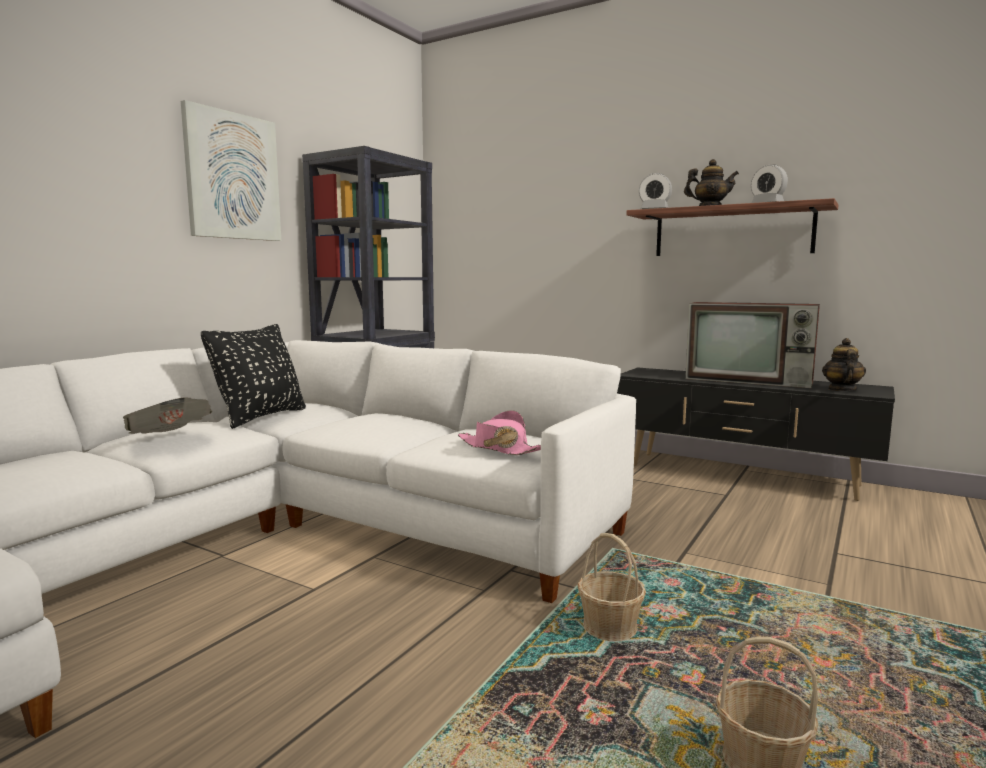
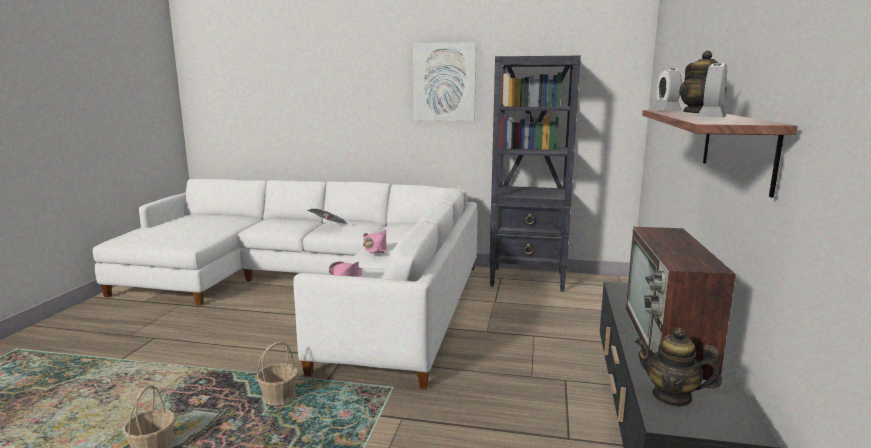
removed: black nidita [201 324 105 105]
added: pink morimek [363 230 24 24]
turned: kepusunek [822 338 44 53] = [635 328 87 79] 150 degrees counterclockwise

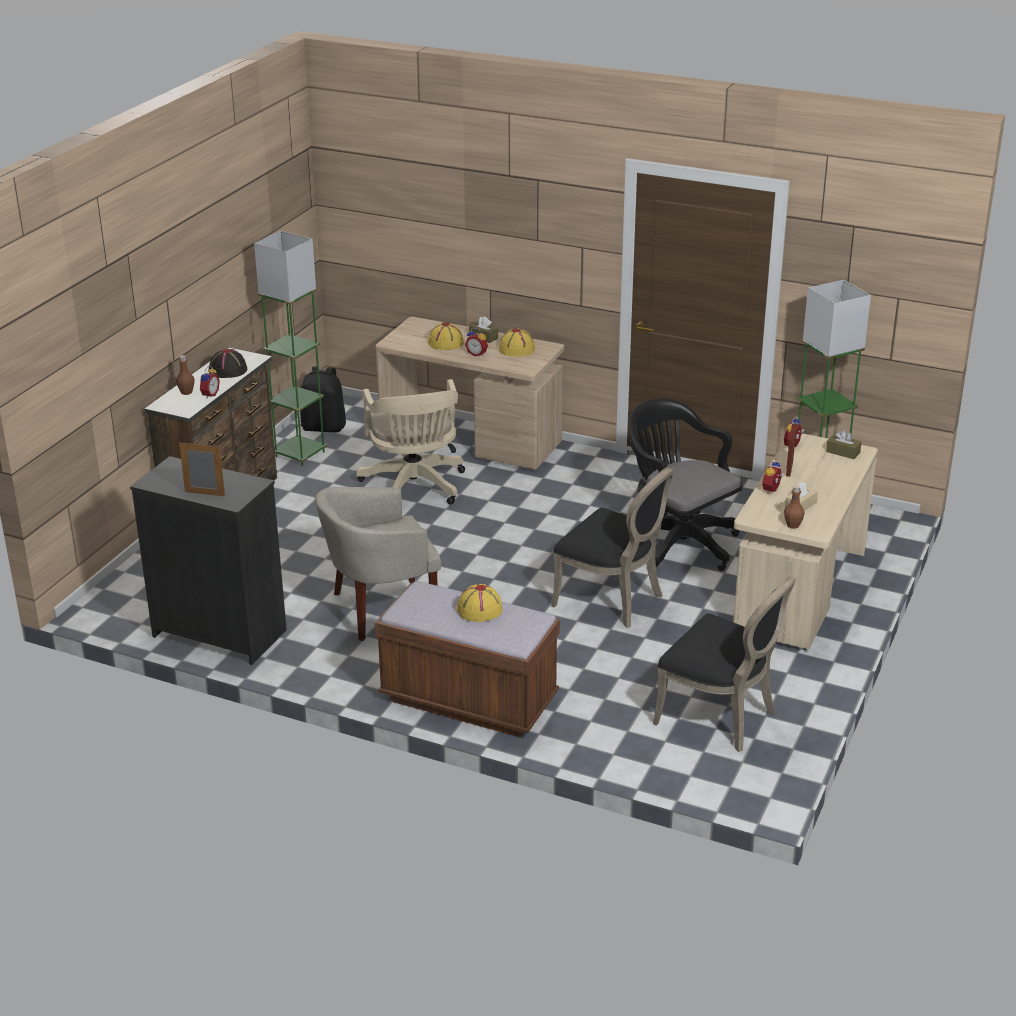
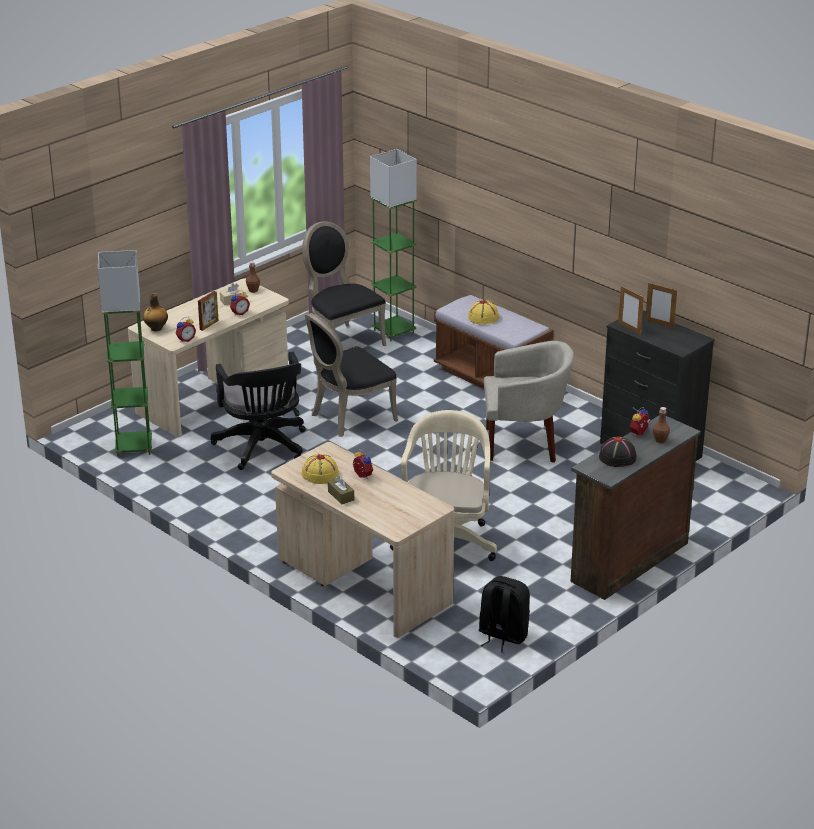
removed: yellow morimek [428 322 36 28]
added: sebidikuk [618 286 26 49]
moved: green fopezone [254 231 73 235] to [370 149 47 192]
replaced: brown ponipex [826 430 36 29] to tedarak [143 293 25 38]
turned: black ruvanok [551 467 124 161] = [305 313 93 124] 90 degrees counterclockwise

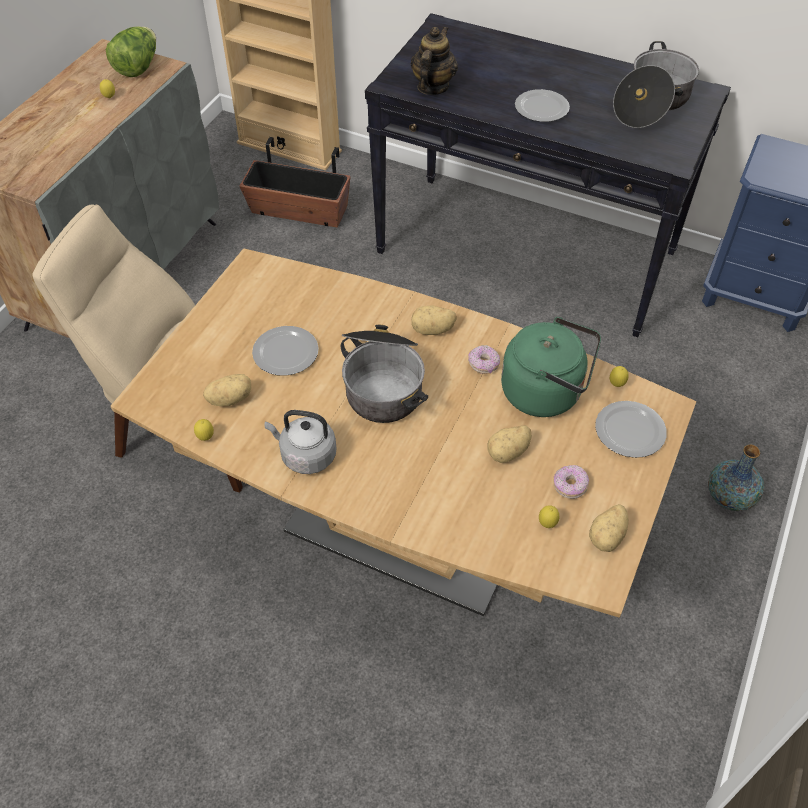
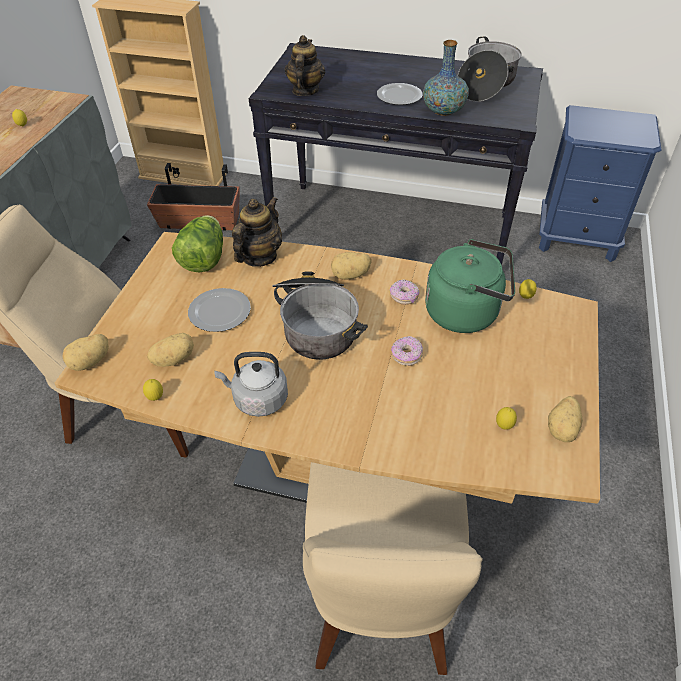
removed: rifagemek [595 401 72 57]
added: kepusunek [232 197 50 70]; beige ruvanok [303 462 180 213]
moved: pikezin [106 26 50 51] to [172 215 51 57]; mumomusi [487 426 45 37] to [62 334 47 37]; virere [553 465 36 34] to [391 336 32 30]; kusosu [708 444 56 67] to [423 40 46 76]

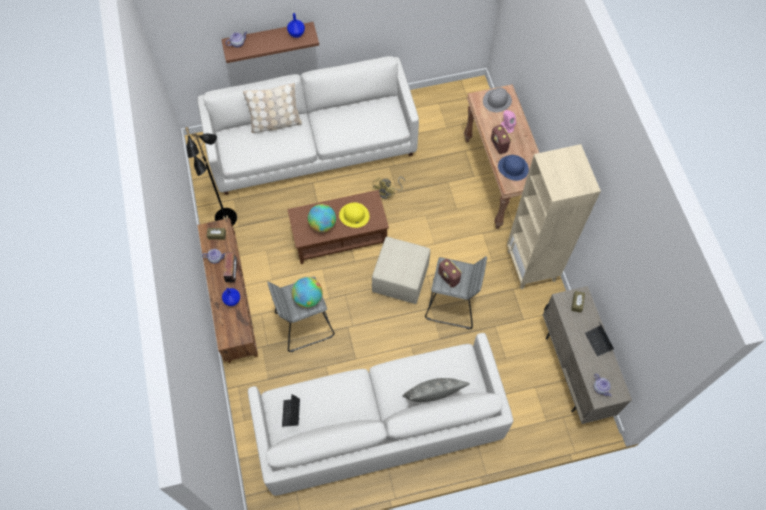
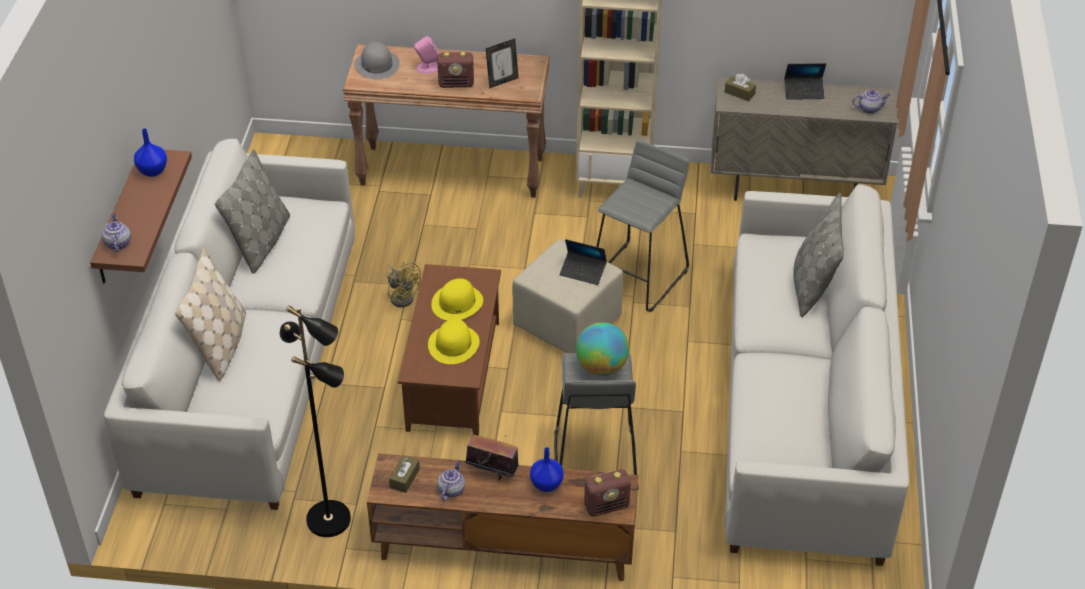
added: grey nidita [215 149 75 125]
moved: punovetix [282 394 18 33] to [560 239 47 46]; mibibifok [438 259 24 29] to [584 469 47 48]
replaced: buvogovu [308 204 28 28] to yellow morimek [428 319 52 45]; blue morimek [498 155 31 26] to sebidikuk [486 39 32 49]

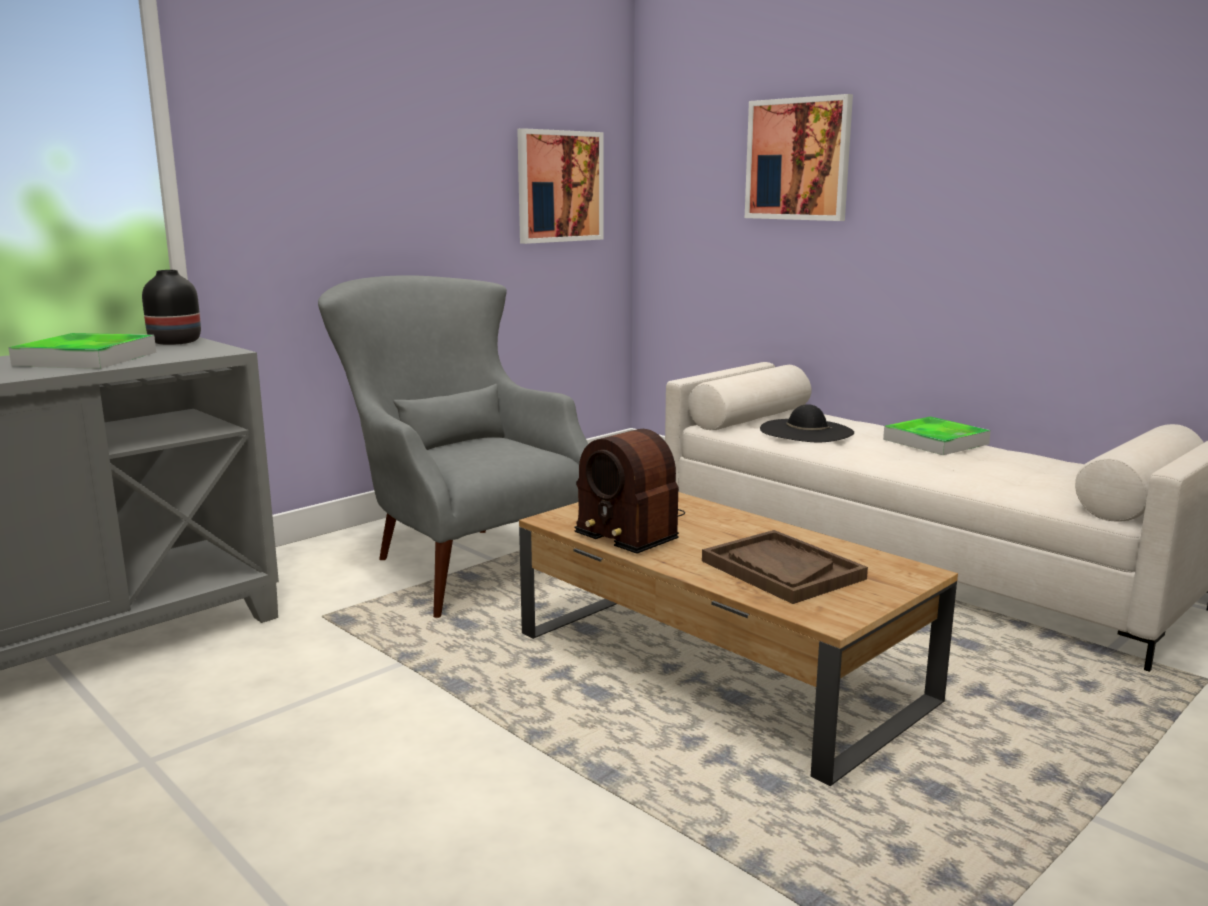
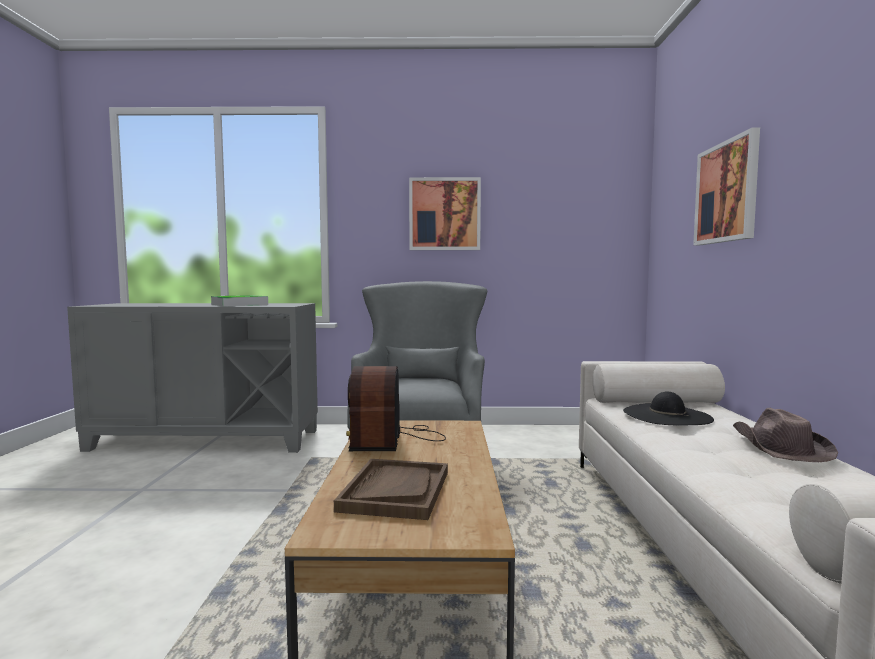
removed: black kusosu [142 270 59 75]
moved: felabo [517 128 87 116] to [409 177 72 73]
replaced: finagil [883 417 108 38] to brown morimek [733 408 105 54]

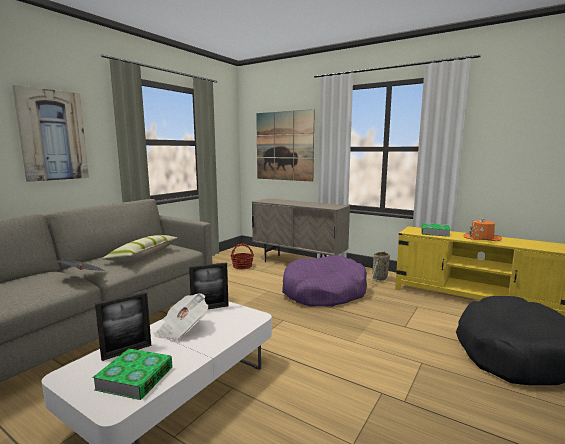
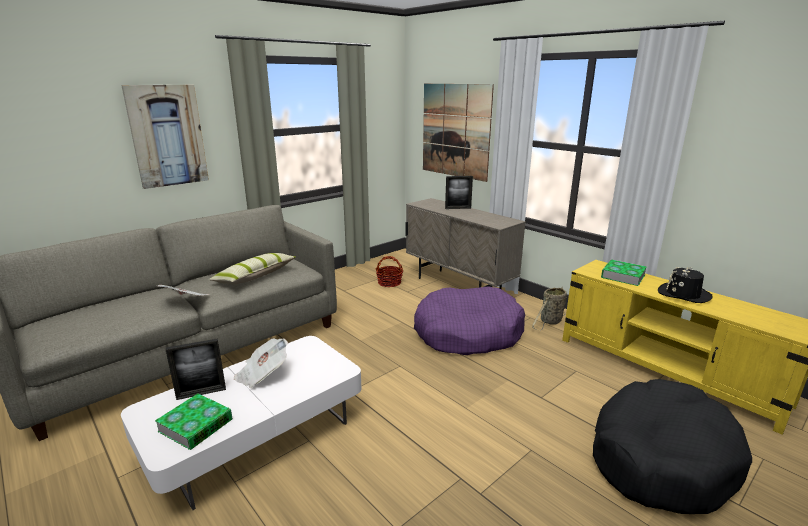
moved: sebidikuk [189 263 40 46] to [445 176 28 33]
recoloured: orange morimek [463 218 39 23] to black morimek [658 267 54 36]

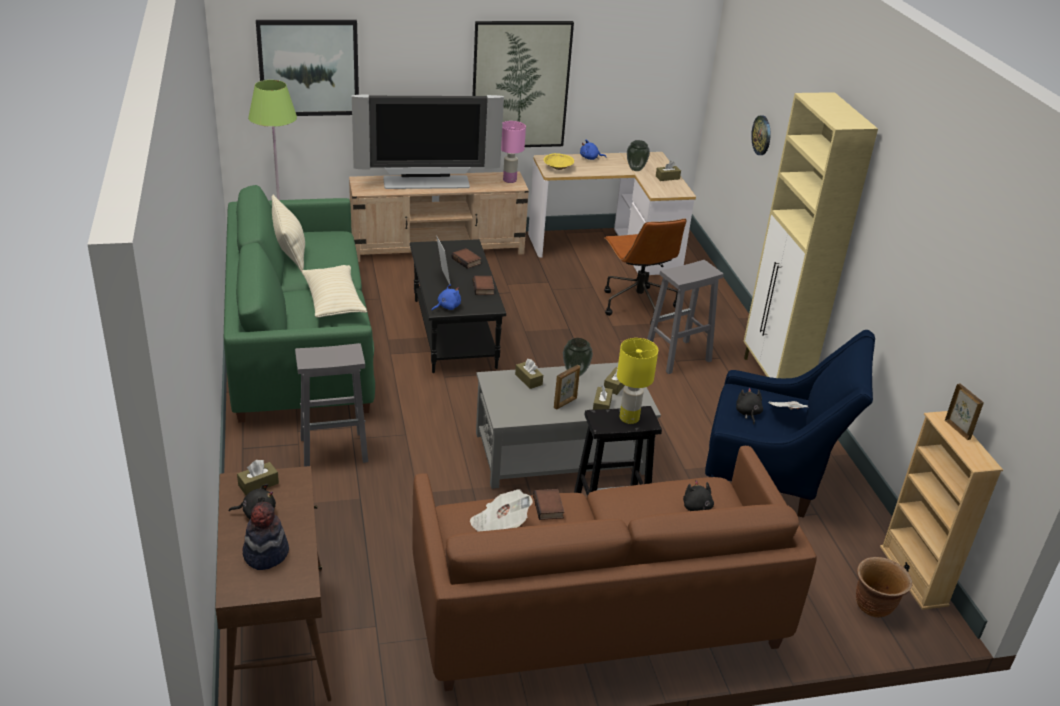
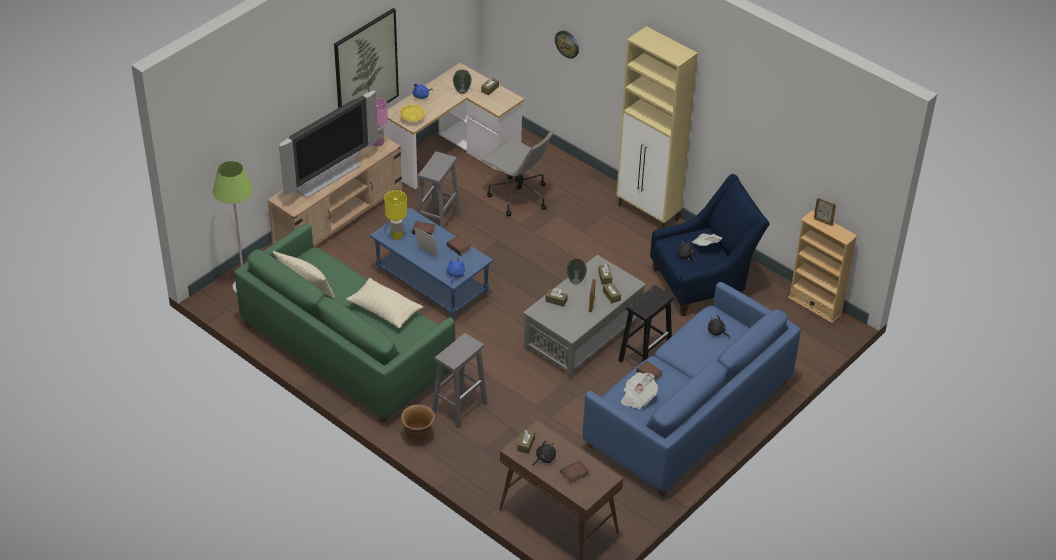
removed: felabo [256 20 103 96]
moved: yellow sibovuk [617 338 41 86] to [384 190 23 50]; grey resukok [647 260 76 114] to [417 151 44 78]; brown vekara [856 557 56 61] to [401 404 34 38]
replaced: morimek [242 502 47 68] to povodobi [561 461 28 23]
recoloured: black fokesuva [410 239 96 134] to blue fokesuva [370 207 123 114]; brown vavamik [412 446 405 245] to blue vavamik [582 282 219 215]; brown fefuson [604 219 83 105] to grey fefuson [481 131 72 85]

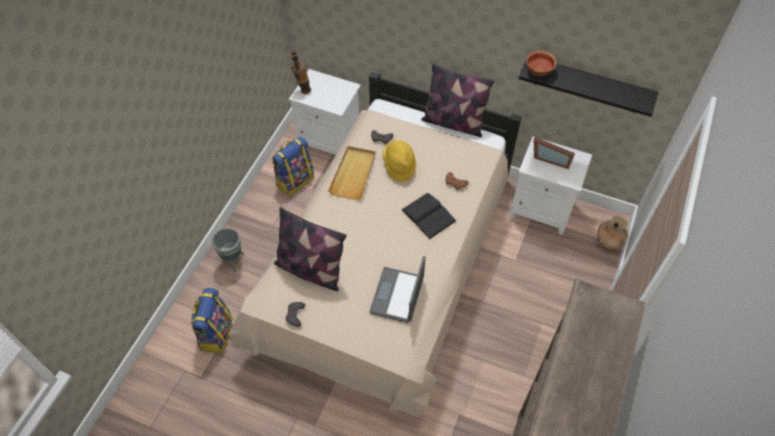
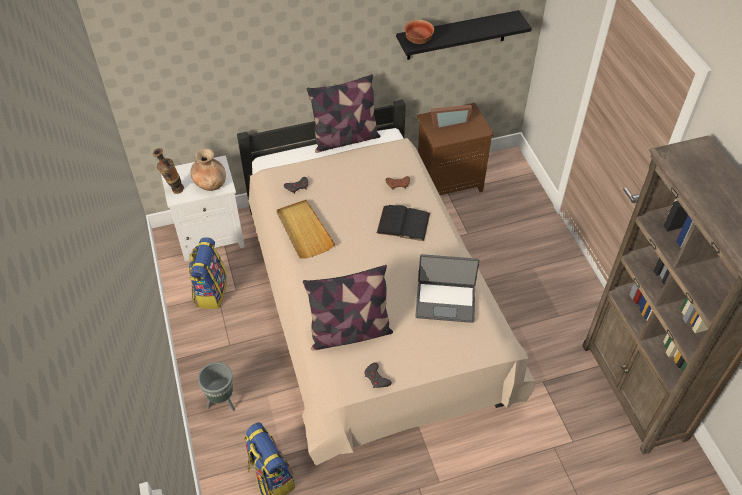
removed: yellow morimek [382 140 34 42]
moved: brown kusosu [597 216 31 34] to [190 149 36 42]
recoloured: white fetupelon [509 137 83 98] to brown fetupelon [417 103 77 92]
turned: punovetix [370 256 55 67] = [415 254 65 69] 60 degrees counterclockwise

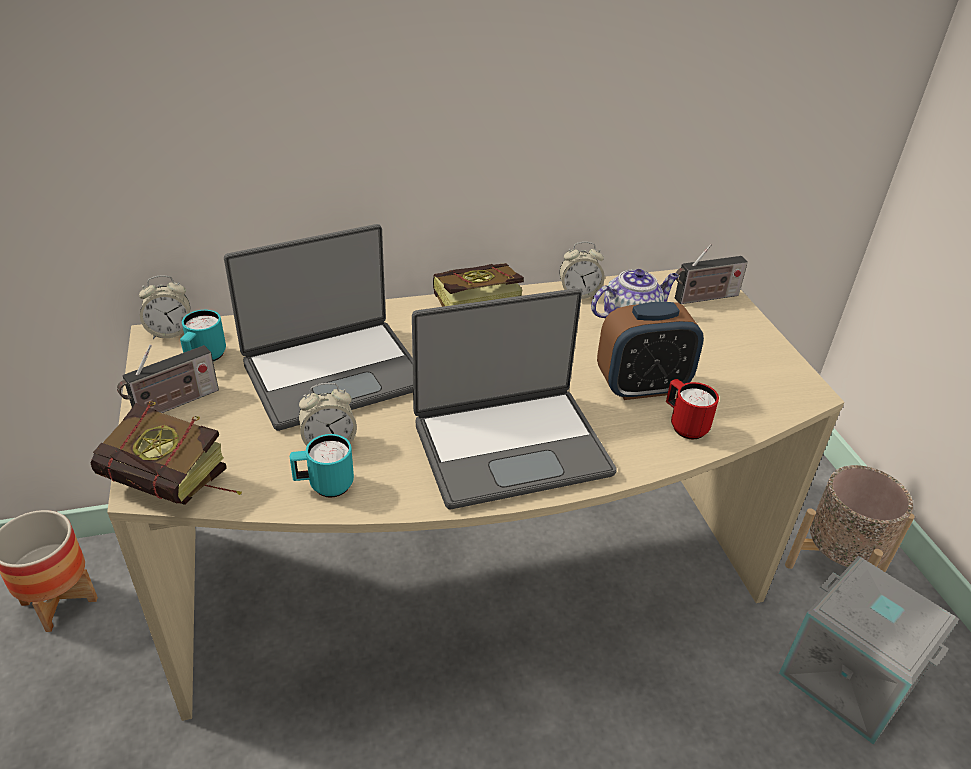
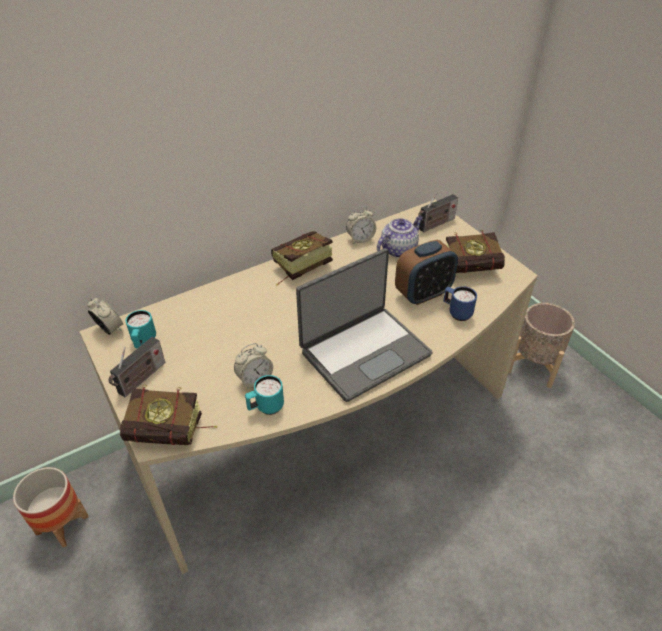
removed: punovetix [224 224 189 207]; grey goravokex [779 556 180 189]
added: povodobi [445 230 60 43]
recoloured: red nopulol [666 379 53 60] to blue nopulol [443 286 34 35]
turned: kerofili [139 275 51 64] = [87 298 36 37] 105 degrees counterclockwise

